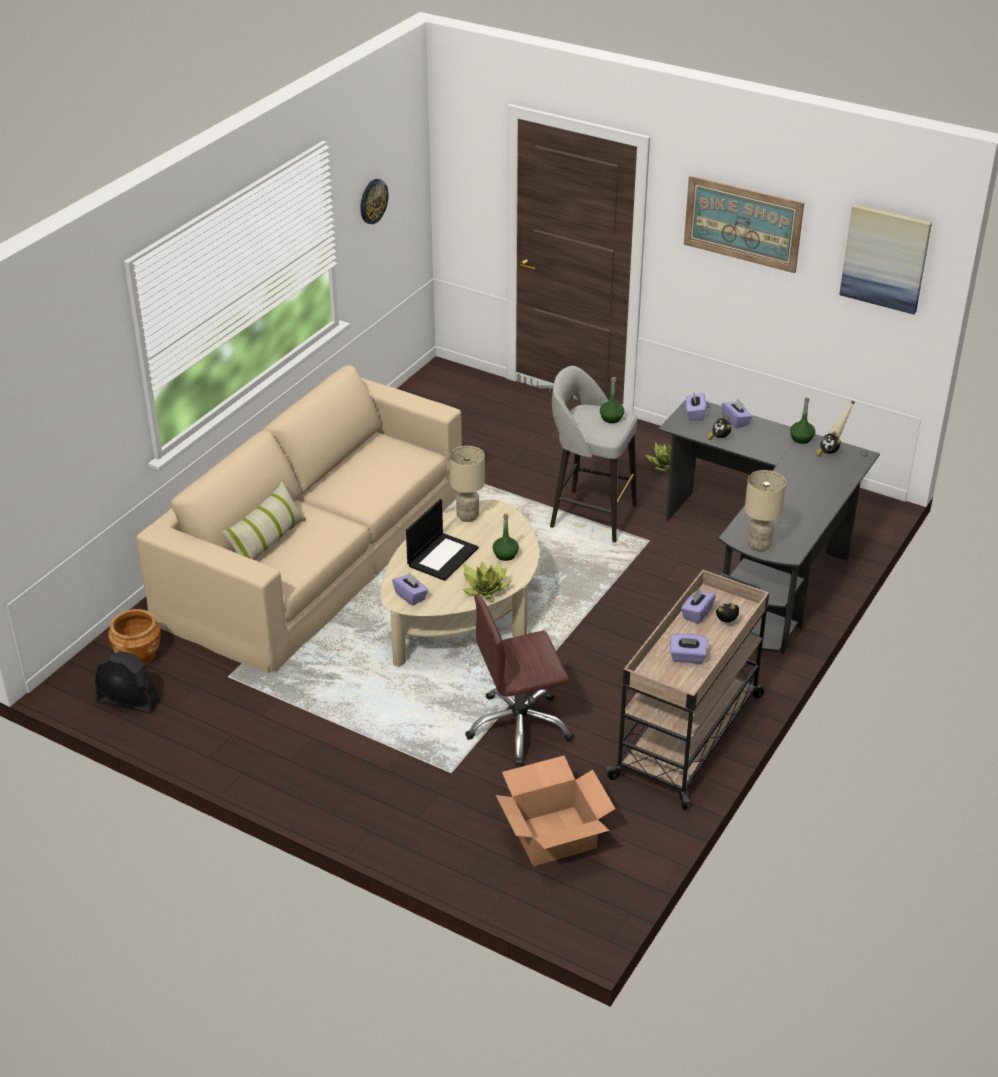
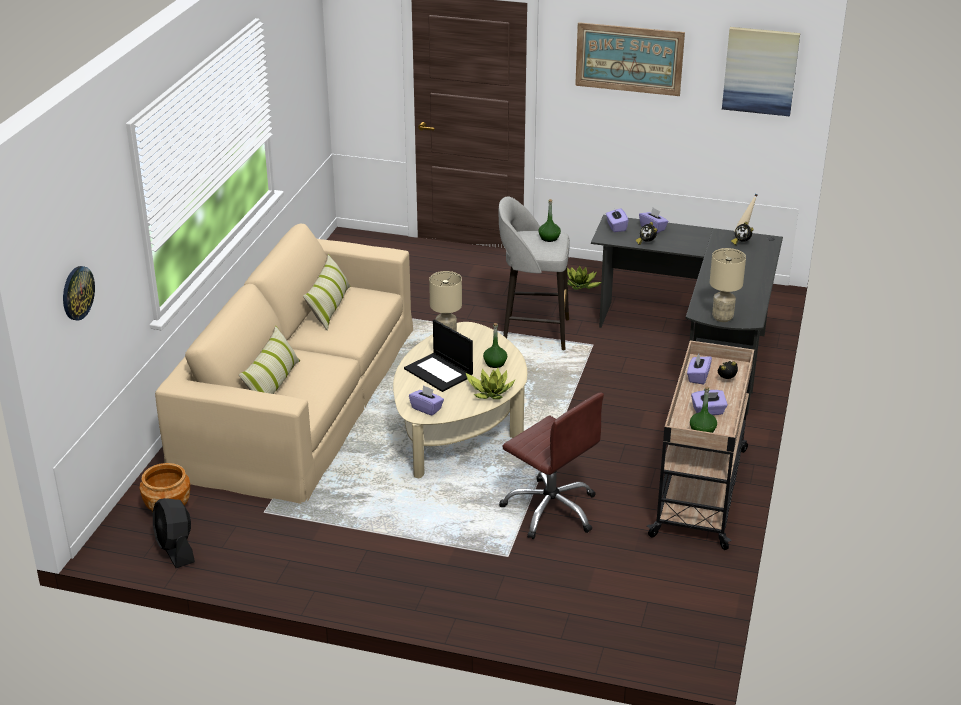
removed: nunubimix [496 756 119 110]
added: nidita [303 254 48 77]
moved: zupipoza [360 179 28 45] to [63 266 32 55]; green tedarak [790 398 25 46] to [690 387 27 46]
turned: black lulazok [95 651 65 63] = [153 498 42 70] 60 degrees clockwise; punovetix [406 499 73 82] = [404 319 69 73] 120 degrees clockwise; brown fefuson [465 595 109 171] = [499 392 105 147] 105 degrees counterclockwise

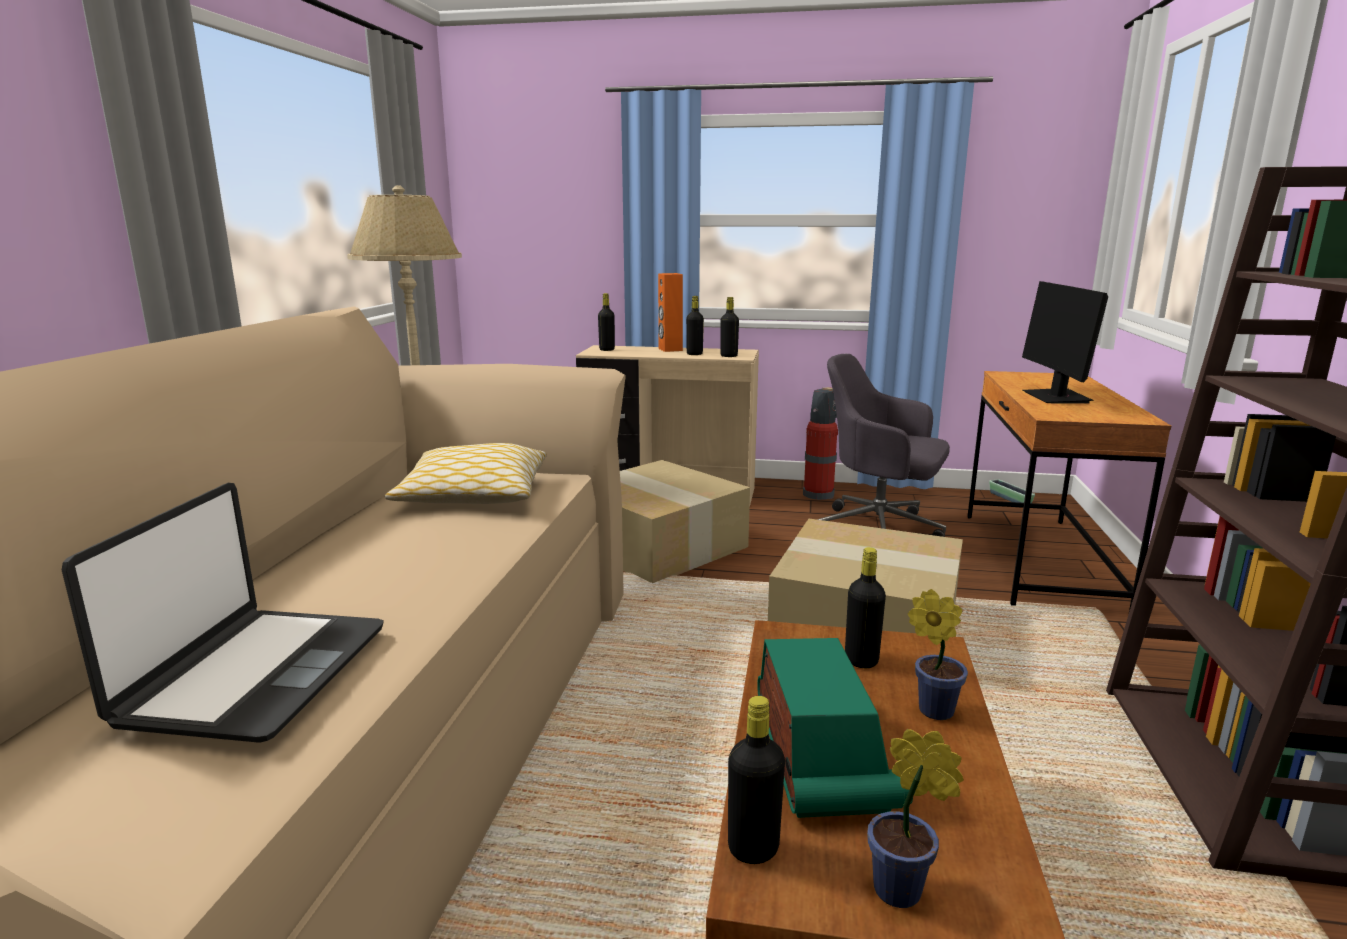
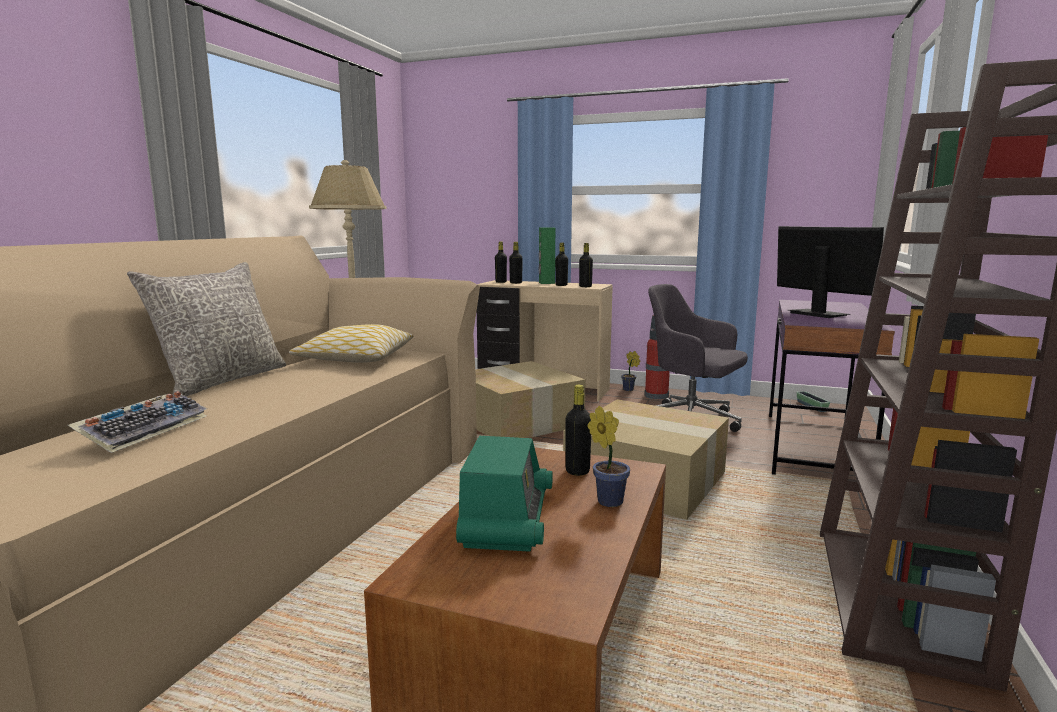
added: grey nidita [127 262 159 135]
moved: black tedarak [728 696 57 168] to [509 242 14 42]; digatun [867 729 97 179] to [621 351 19 40]
replaced: punovetix [62 483 322 260] to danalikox [68 391 139 62]
recoloured: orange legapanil [658 273 25 79] to green legapanil [539 228 16 56]; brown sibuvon [967 371 204 240] to purple sibuvon [769 300 126 175]
turned: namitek [1022 281 86 123] = [777 226 107 92] 135 degrees clockwise

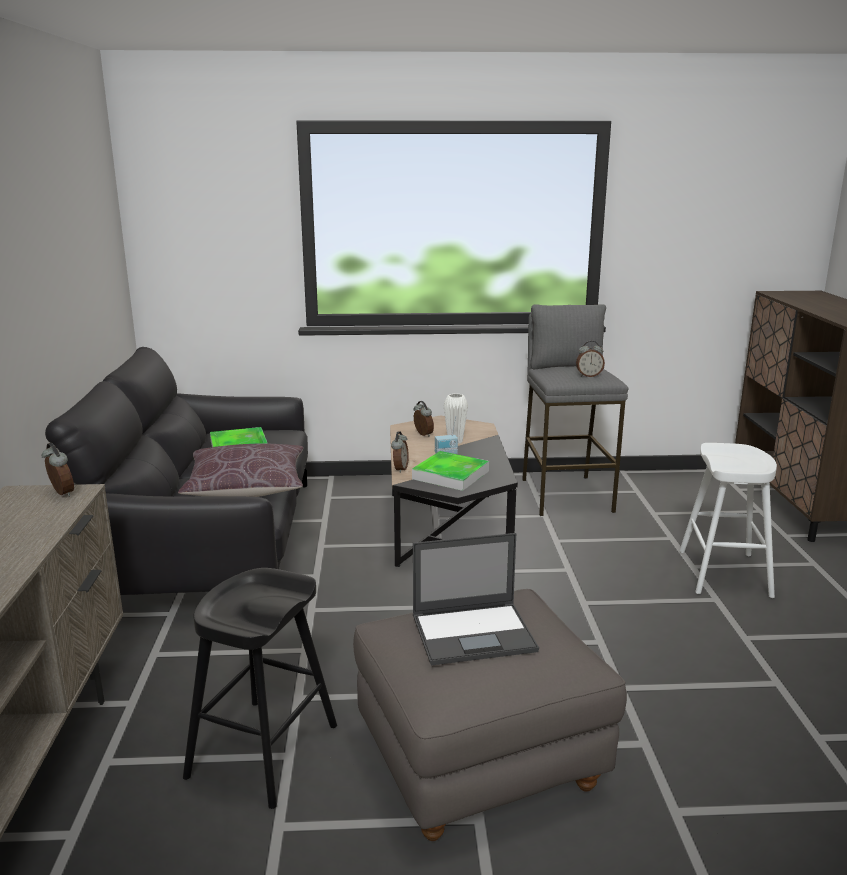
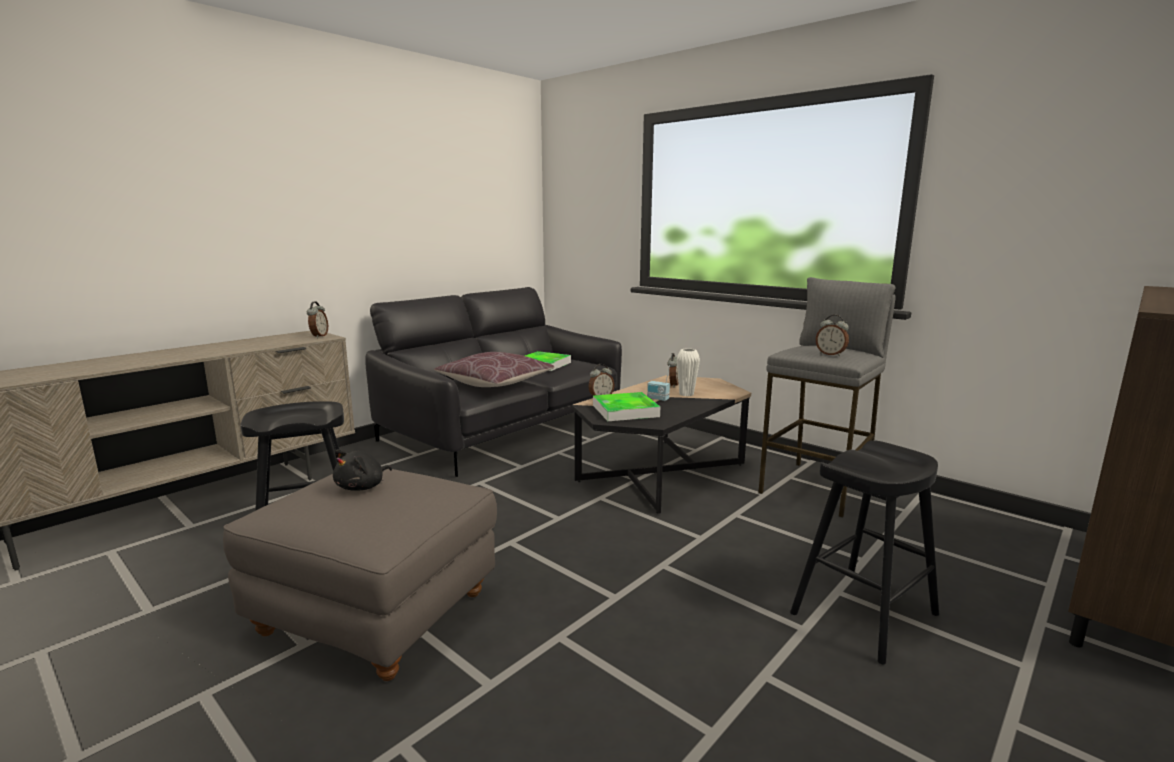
replaced: punovetix [413 533 126 132] to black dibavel [333 449 59 42]
recoloured: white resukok [679 443 98 155] to black resukok [790 440 149 224]

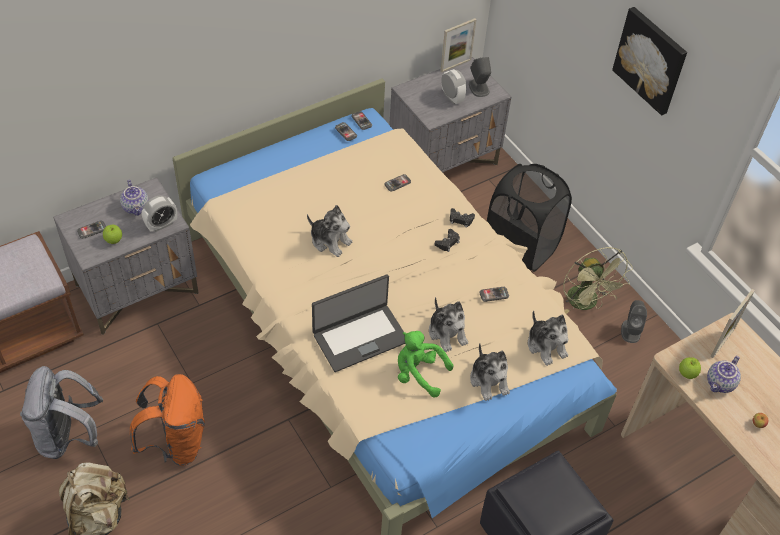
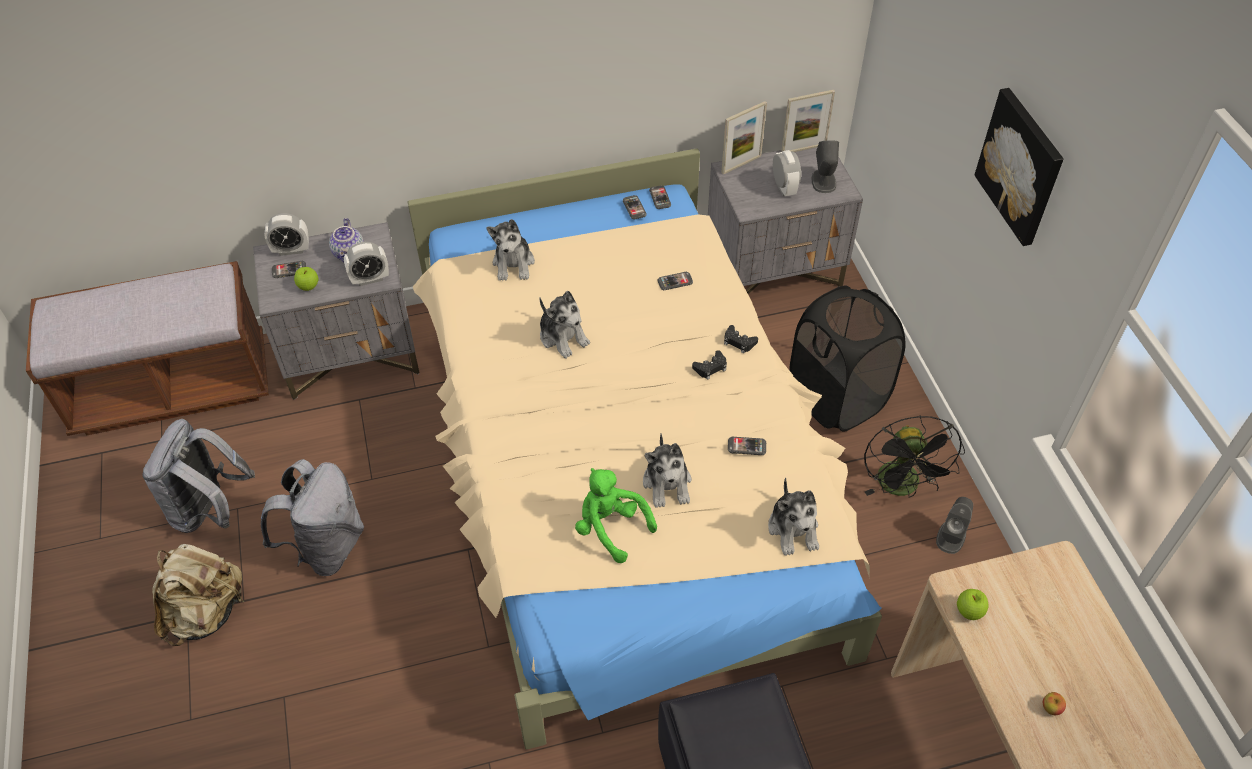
removed: punovetix [312 274 93 98]; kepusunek [707 356 34 37]
added: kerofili [265 213 44 43]
moved: dibavel [470 343 40 58] to [486 219 49 62]; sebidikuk [710 289 45 69] to [721 101 46 73]
recoloured: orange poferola [130 374 75 92] to grey poferola [261 459 103 117]; green lulazok [563 247 70 67] to black lulazok [864 416 101 82]

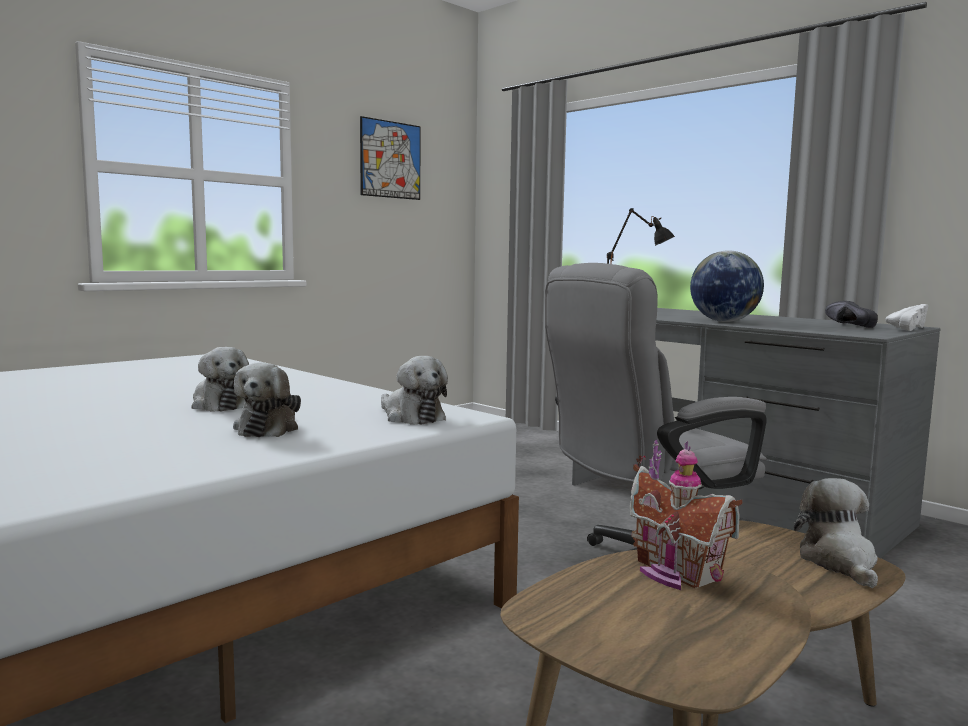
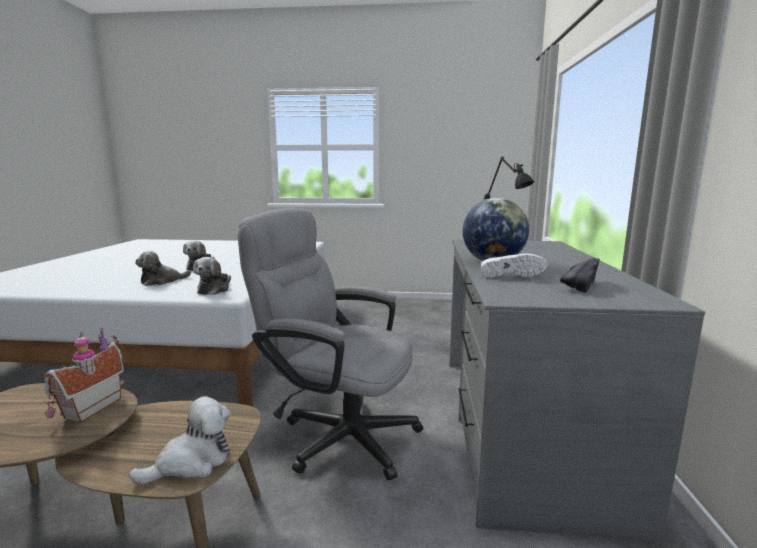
removed: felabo [360 116 60 84]
moved: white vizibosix [885 304 43 27] to [481 254 66 24]

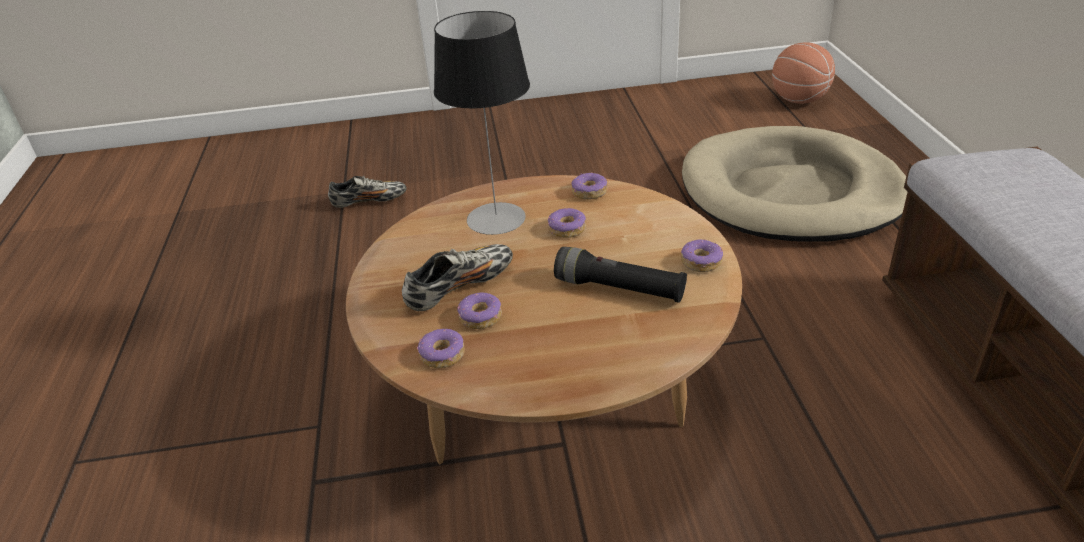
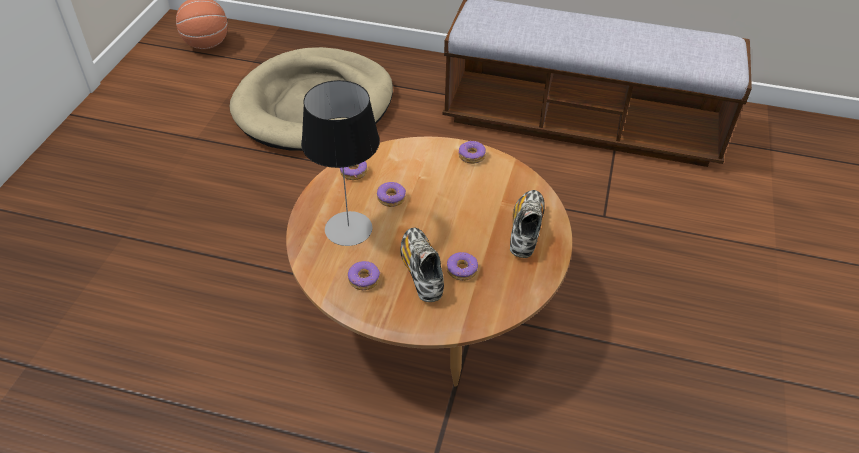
removed: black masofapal [554 247 133 56]
moved: vizibosix [328 176 79 32] to [510 190 35 68]; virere [417 329 48 39] to [348 261 33 29]

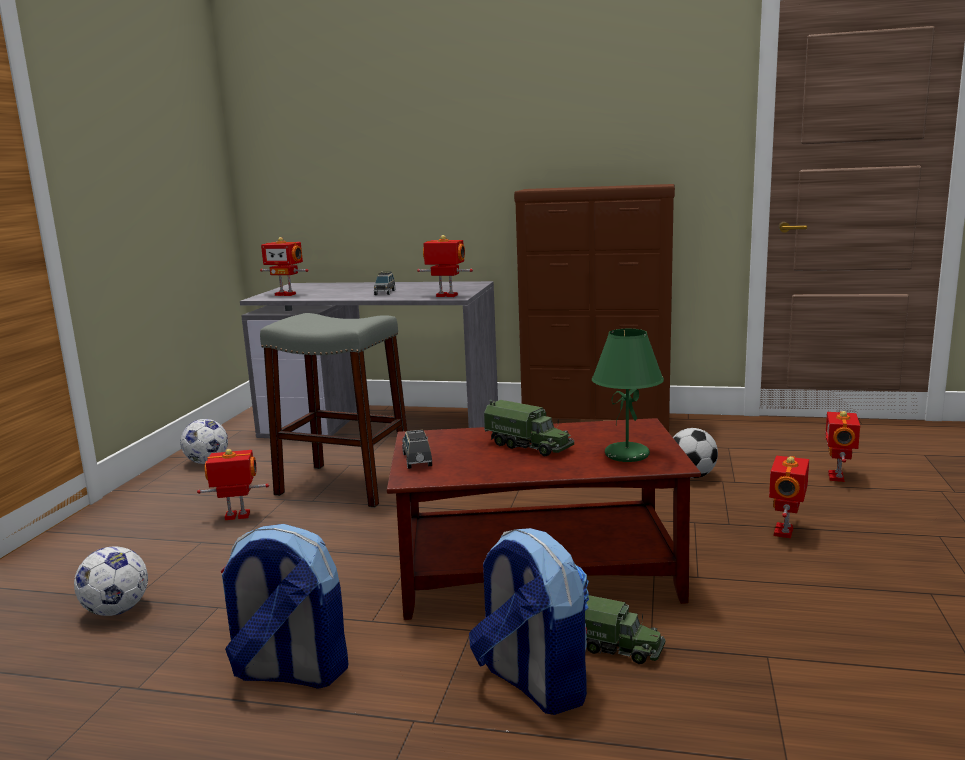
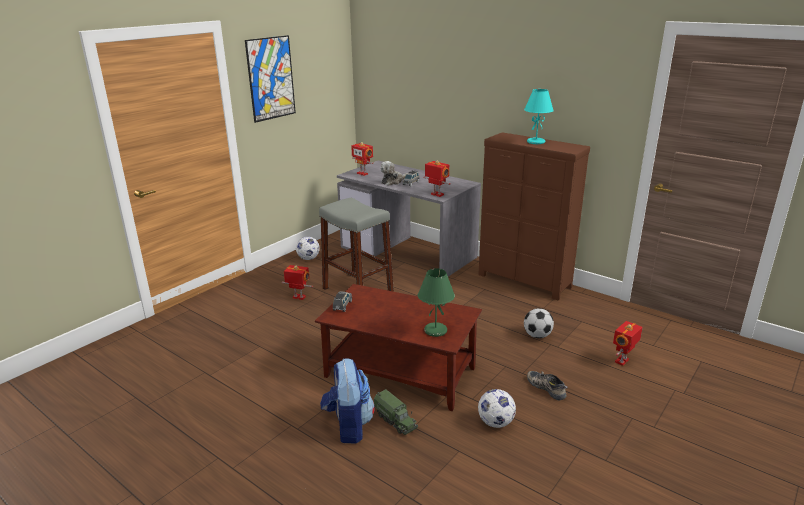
removed: poferola [221 524 127 165]; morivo [484 400 90 57]
added: felabo [245 35 51 88]; dibavel [380 161 28 25]; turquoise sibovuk [524 89 30 55]
moved: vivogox [74 546 74 70] to [478 389 38 39]
replaced: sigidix [769 456 40 82] to vizibosix [527 371 41 29]

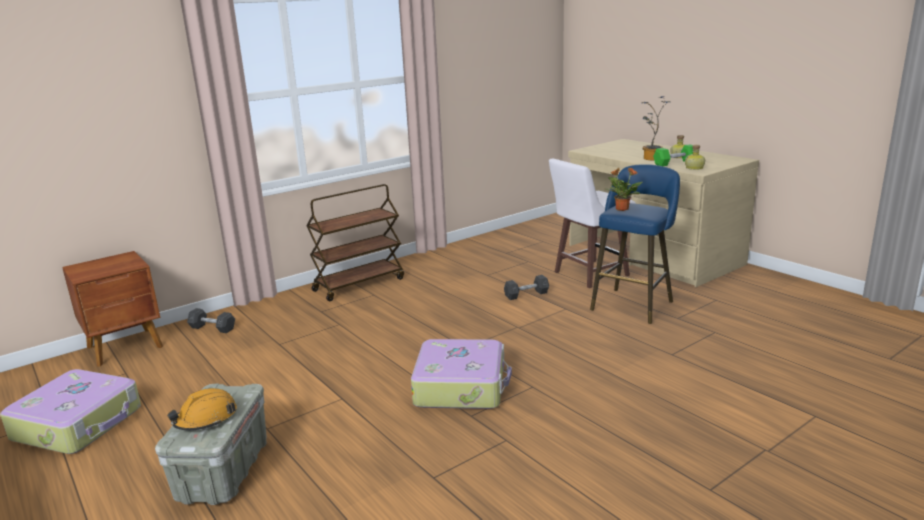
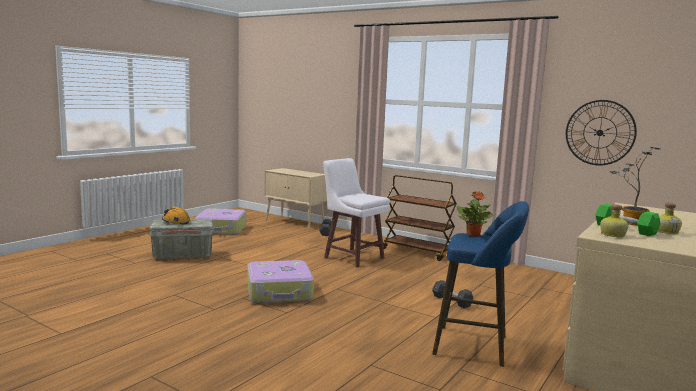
added: zupipoza [566 100 71 66]
moved: white resukok [549 159 87 129] to [323 158 67 110]
replaced: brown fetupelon [62 251 101 116] to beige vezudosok [264 168 63 62]

